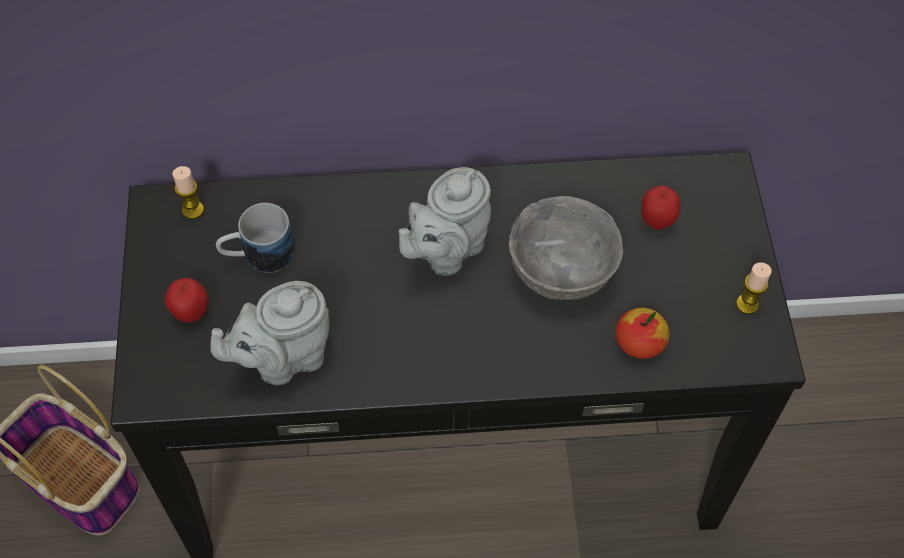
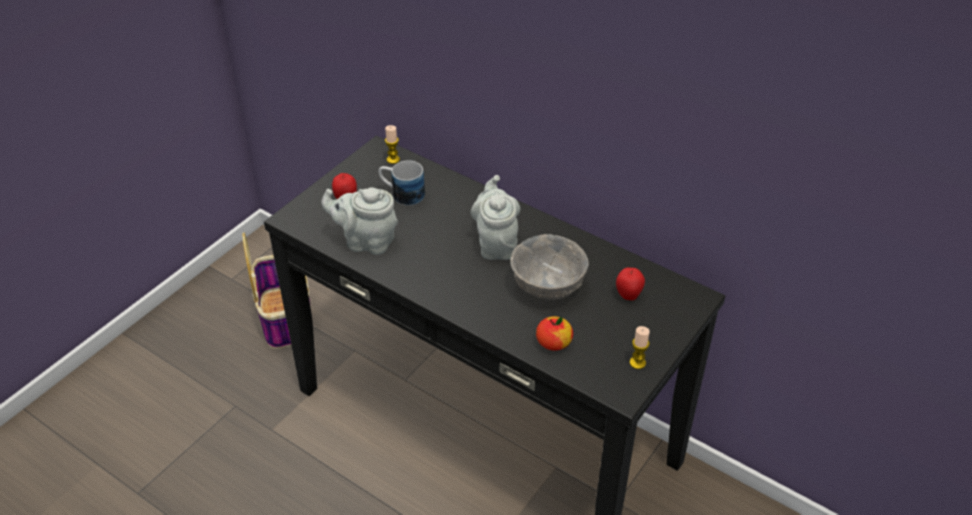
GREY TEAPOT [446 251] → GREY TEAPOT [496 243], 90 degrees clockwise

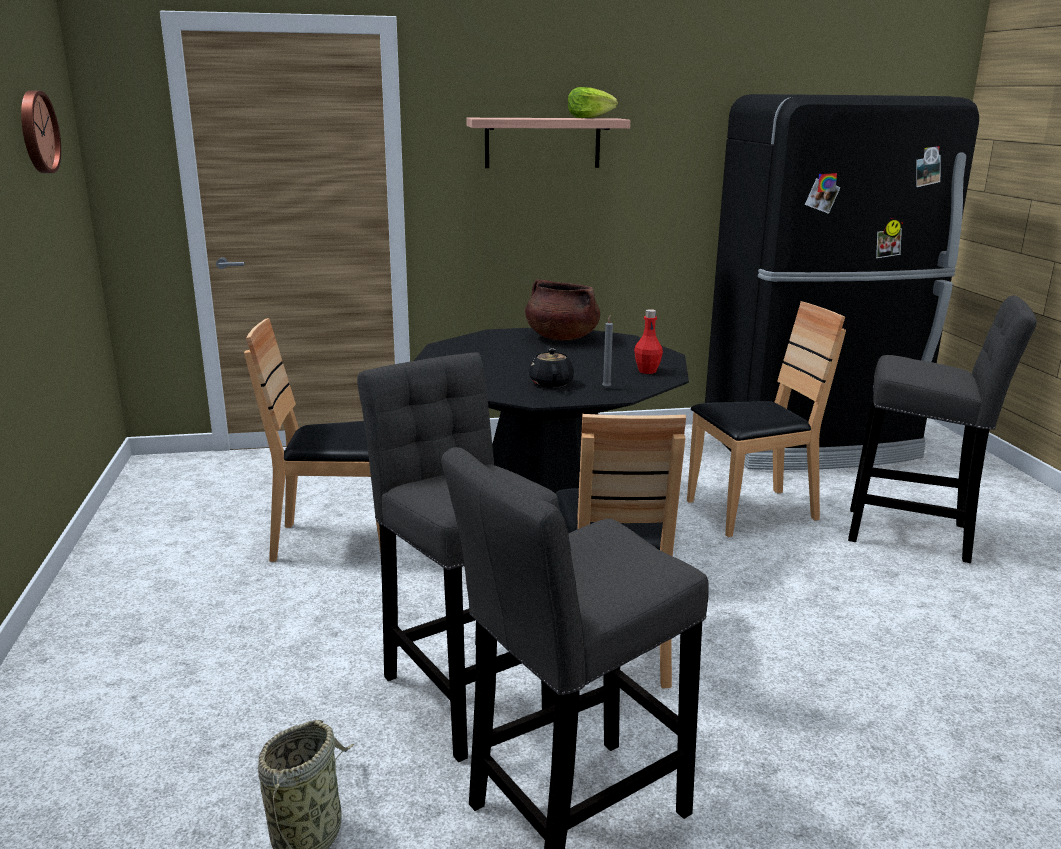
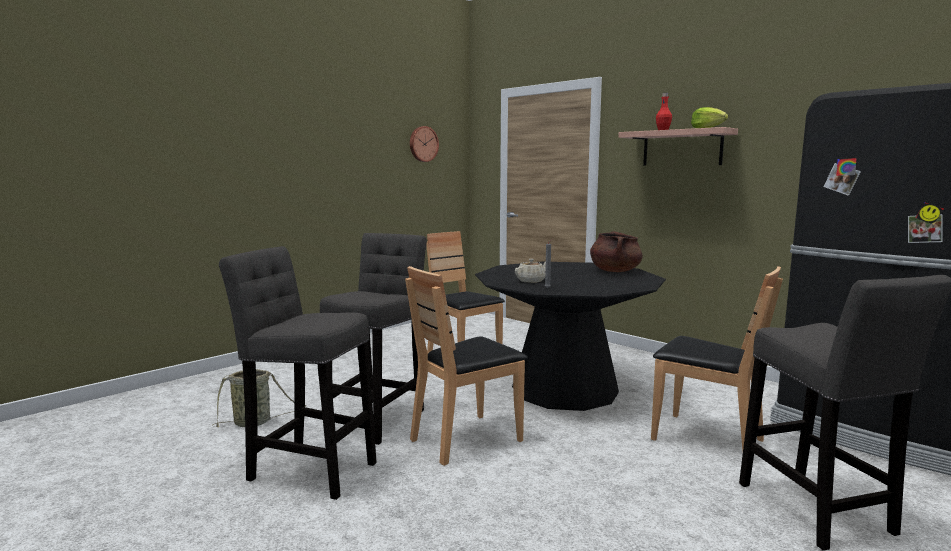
RED BOTTLE [647 371] → RED BOTTLE [663 130], shifted
BLACK TEAPOT [551 383] → BEIGE TEAPOT [531 281]

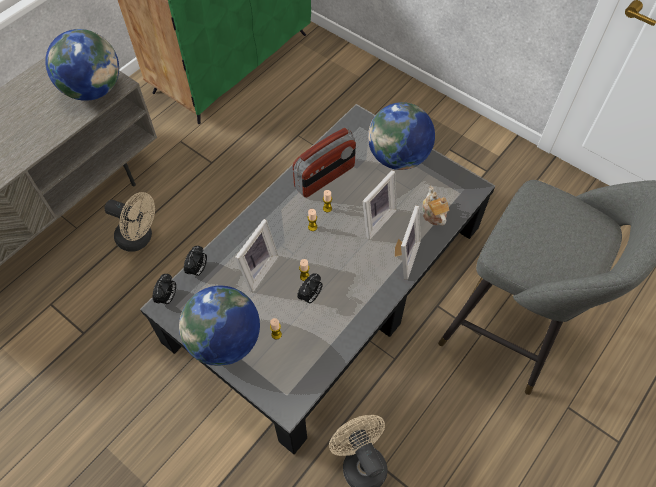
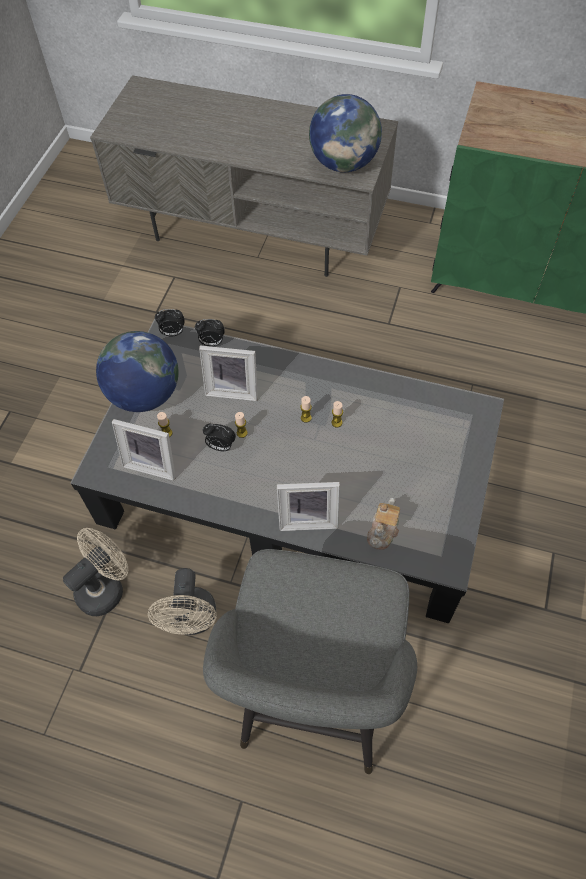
GLOBE [398 157] → -
RADIO [325 177] → -
PICTURE FRAME [374 219] → PICTURE FRAME [153 463], shifted
TEAPOT [433 214] → TEAPOT [383 531], 150 degrees clockwise
BEIGE FAN [139 238] → BEIGE FAN [192 621], shifted

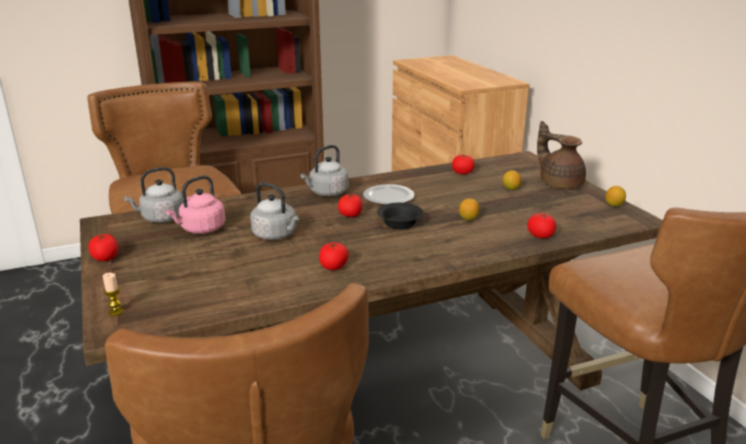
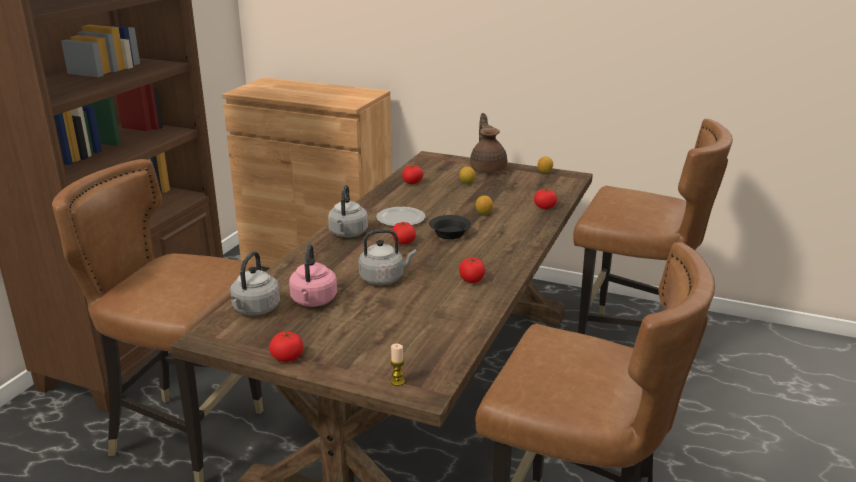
BROWN TEAPOT [559 183] → BROWN TEAPOT [488 168], 75 degrees clockwise

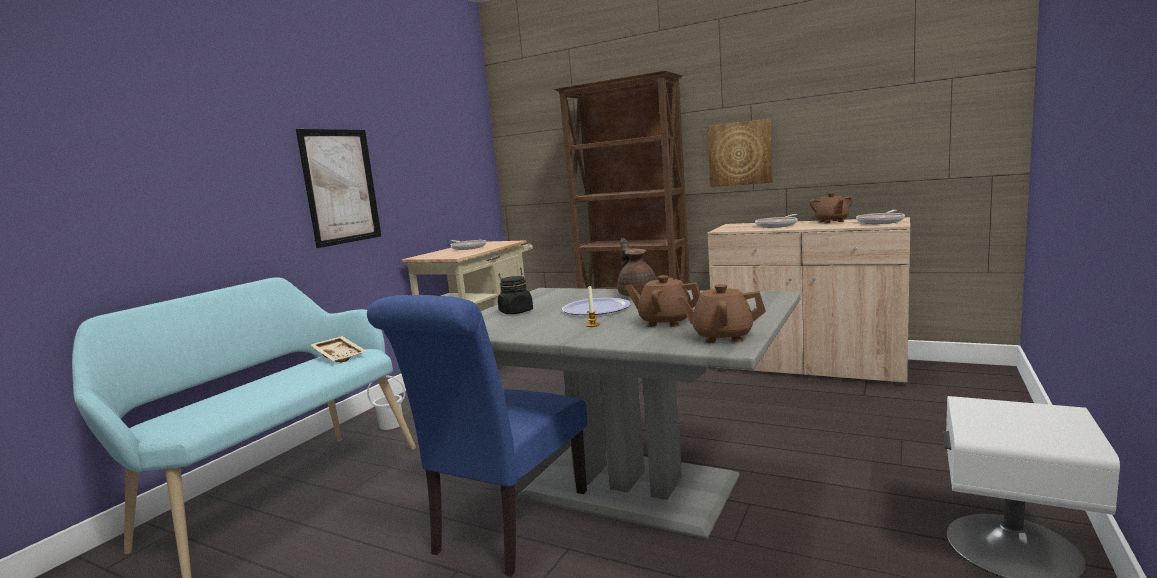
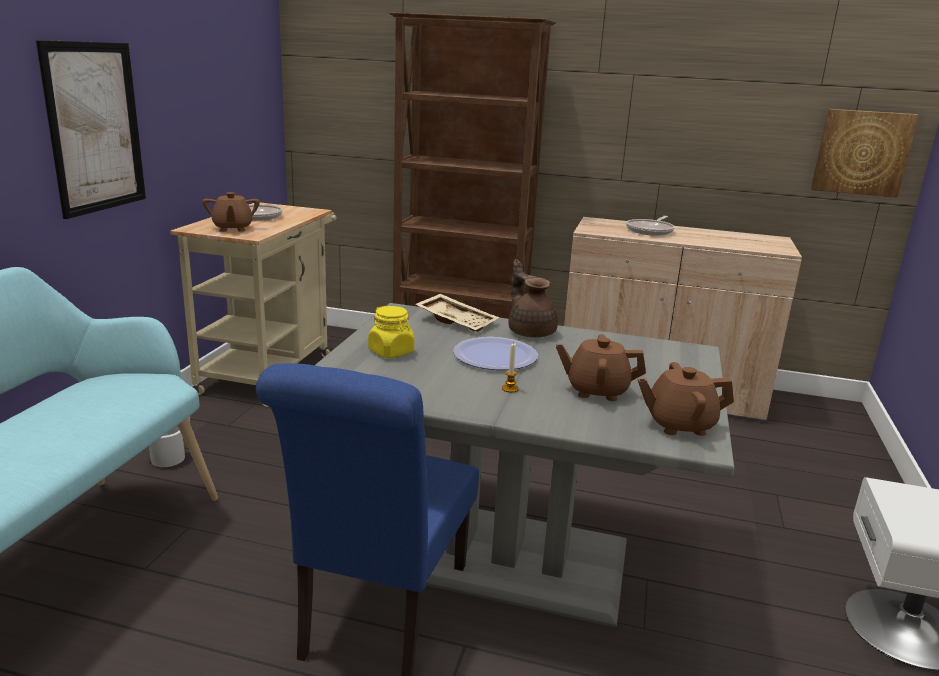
PICTURE [740 153] → PICTURE [862 152], shifted
BROWN TEAPOT [831 221] → BROWN TEAPOT [232 228], shifted
FRYING PAN [881 221] → -
BLACK JAR [516 312] → YELLOW JAR [391 352]
BEIGE TRAY [340 356] → BEIGE TRAY [457 321], shifted

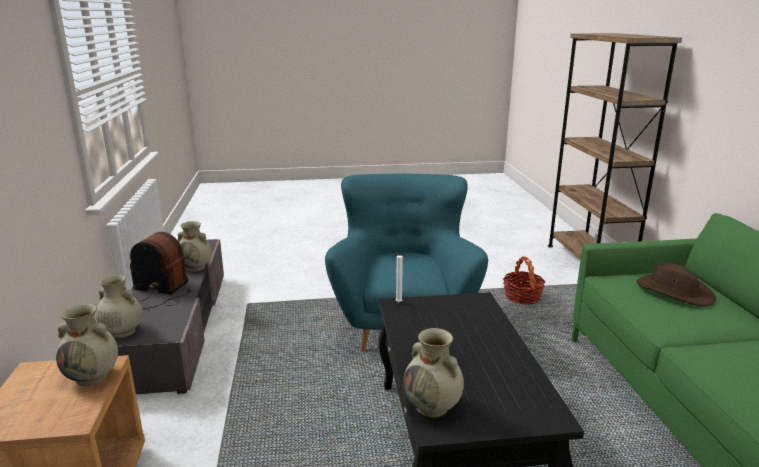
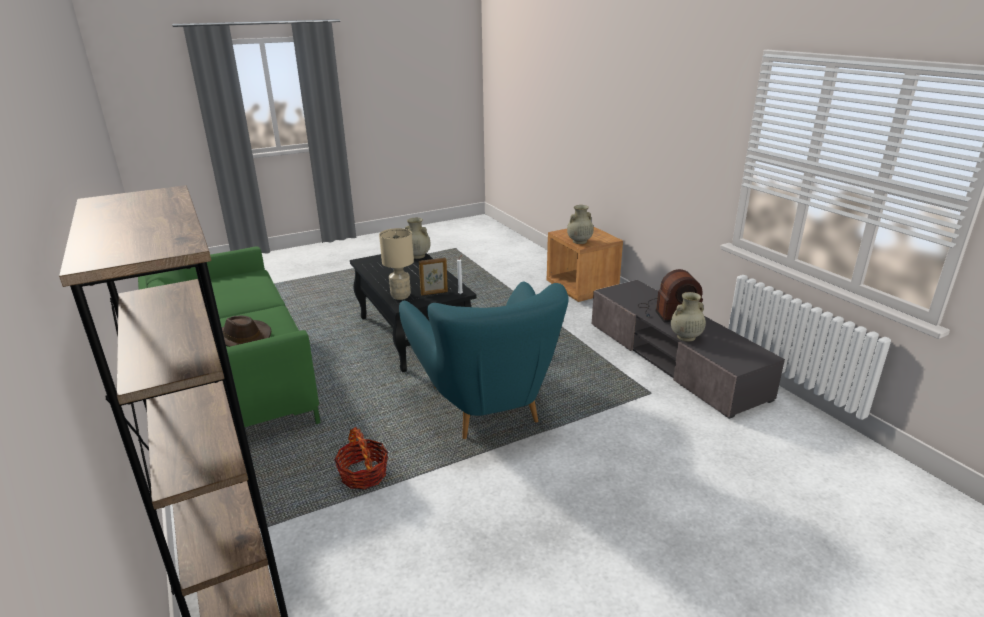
BEIGE VASE [122 332] → -
- → BEIGE TABLE LAMP [401 296]
- → PICTURE FRAME [434 293]

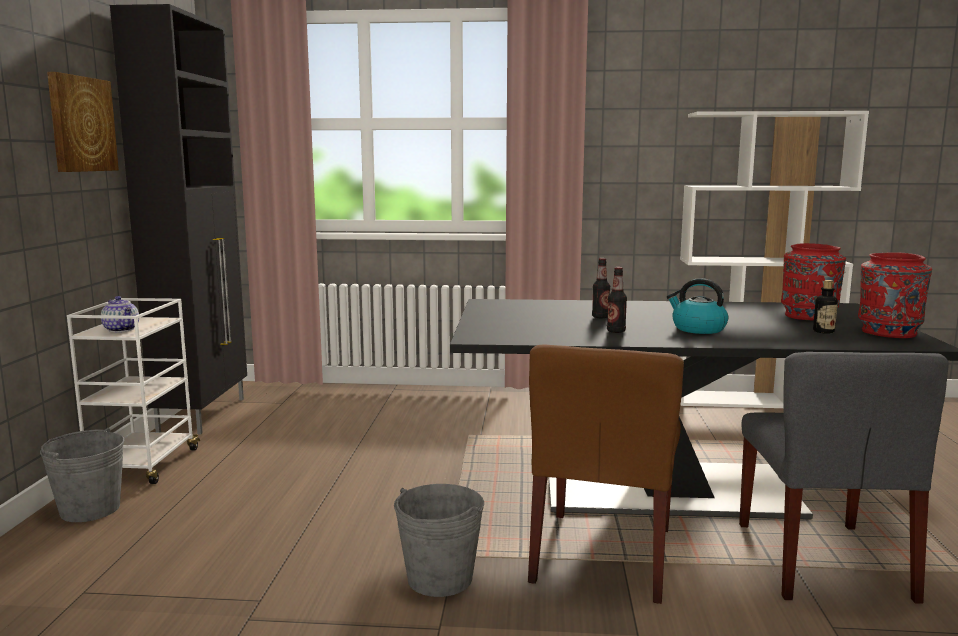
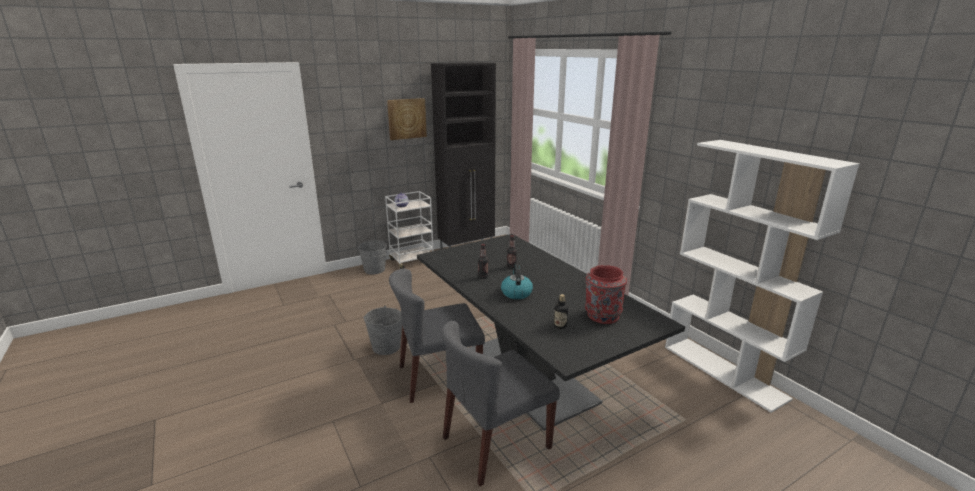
RED VASE [888 333] → -
BROWN CHAIR [603 555] → GREY CHAIR [438 377]

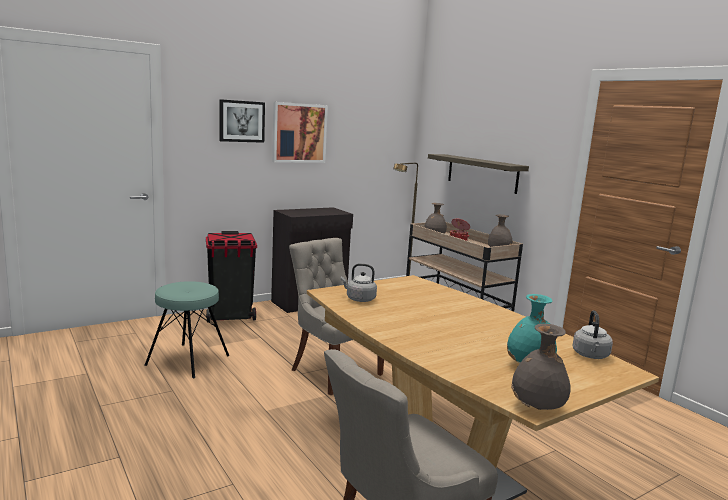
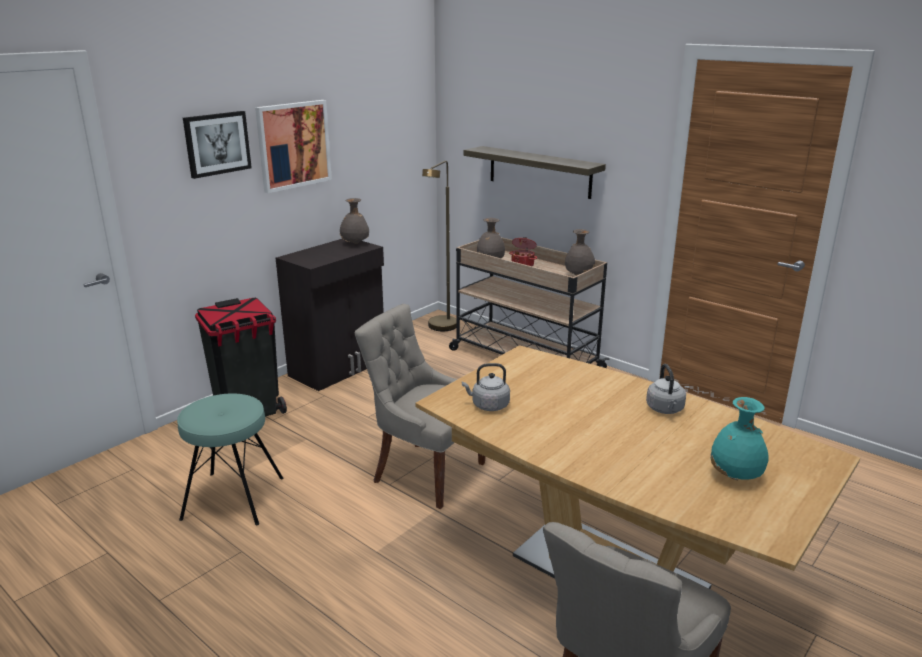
GREY KETTLE [590 356] → GREY KETTLE [665 409], shifted
GREY VASE [537 408] → GREY VASE [355 244], shifted

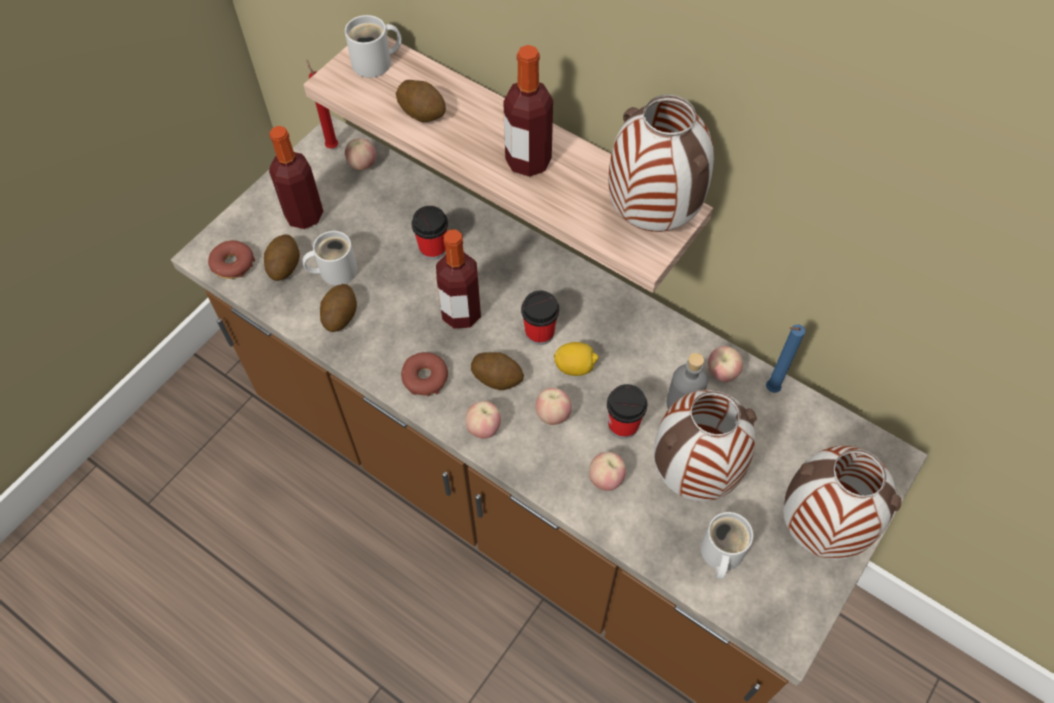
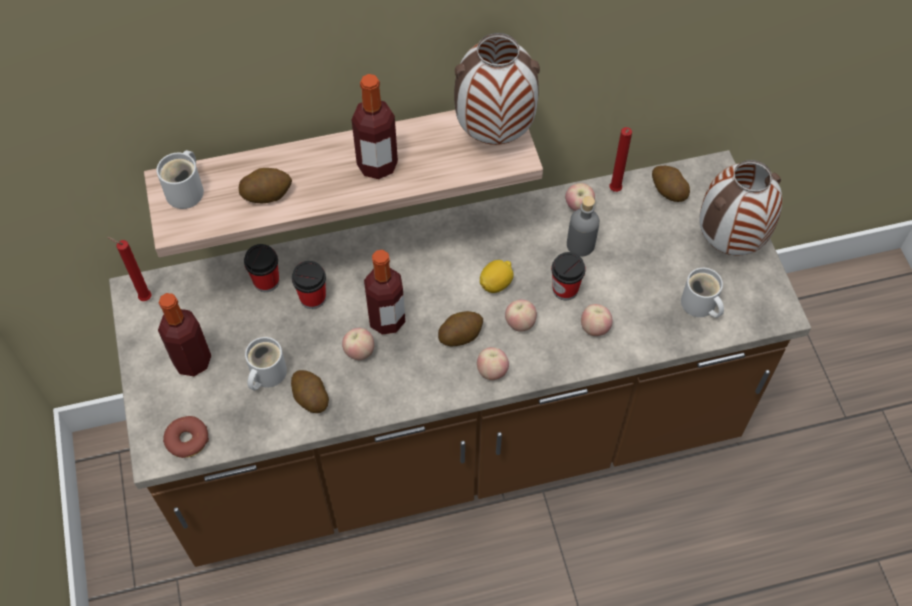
APPLE [362 165] → APPLE [359 352], shifted
POTATO [284 265] → POTATO [668 191], shifted
CUP [539 333] → CUP [266 281], shifted
BLUE CANDLE [769 389] → RED CANDLE [614 191]
DONUT [425 378] → -
VASE [693 474] → -

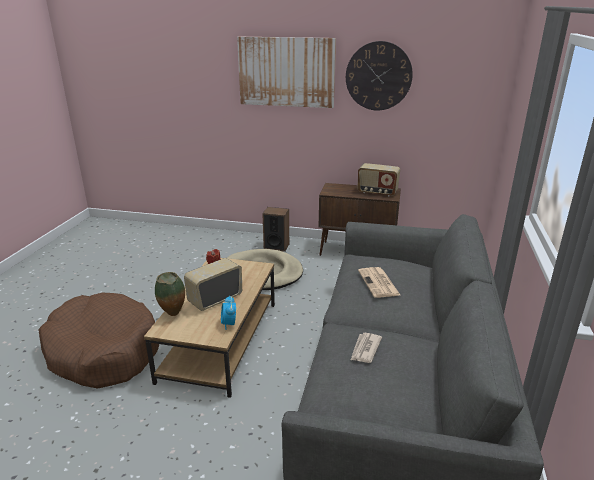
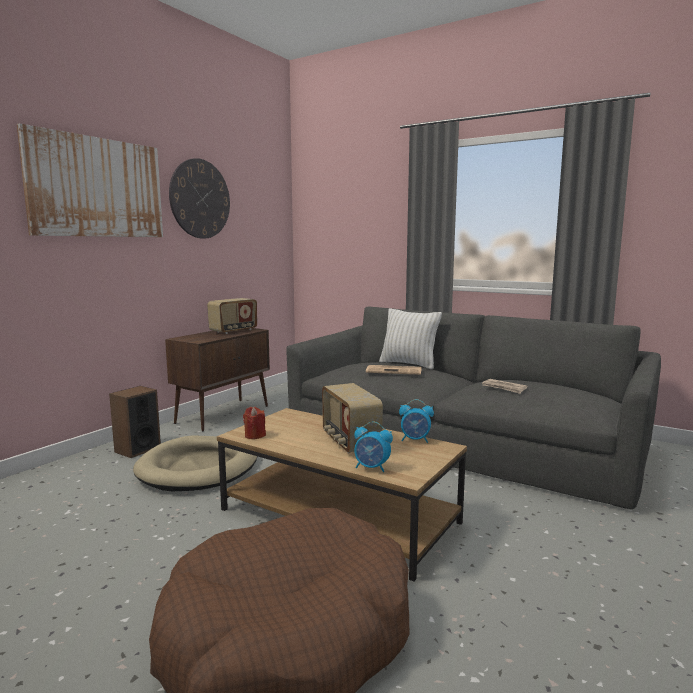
VASE [173 315] → ALARM CLOCK [372 468]
- → WHITE PILLOW [409 364]

